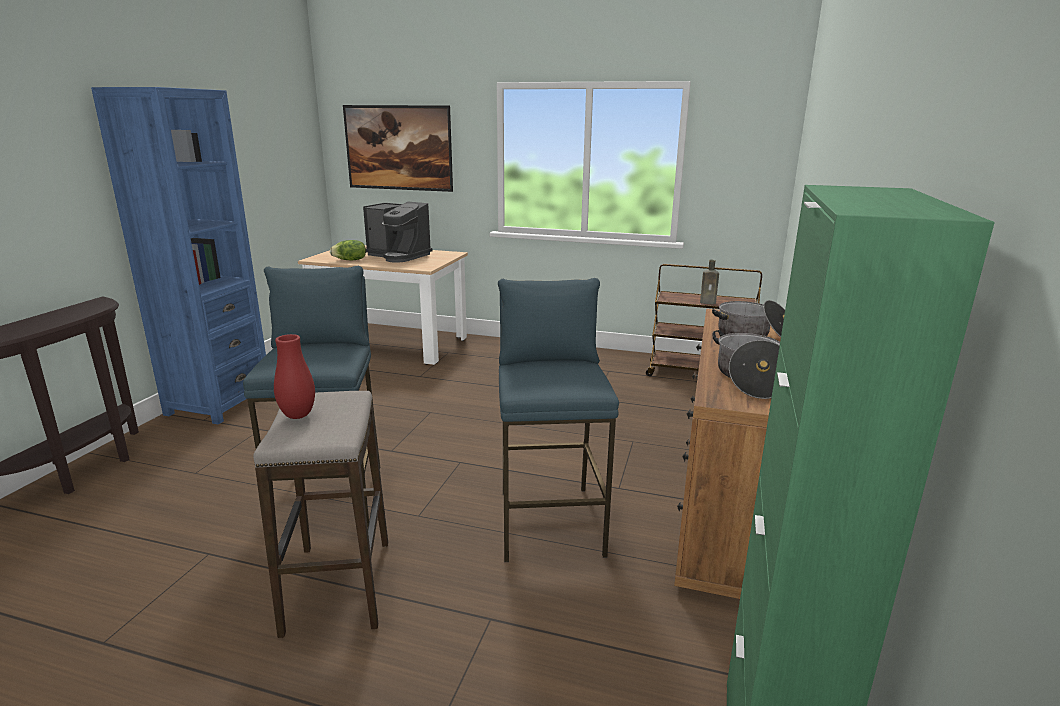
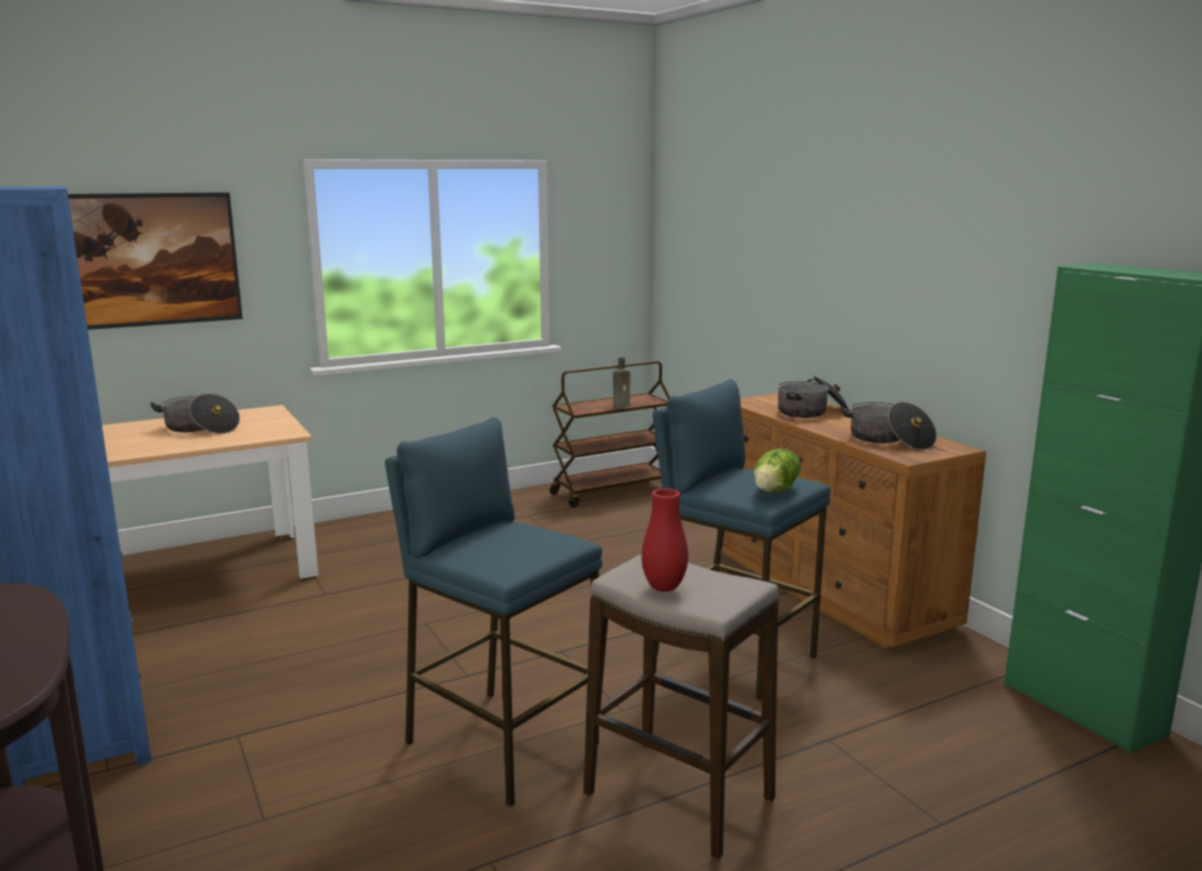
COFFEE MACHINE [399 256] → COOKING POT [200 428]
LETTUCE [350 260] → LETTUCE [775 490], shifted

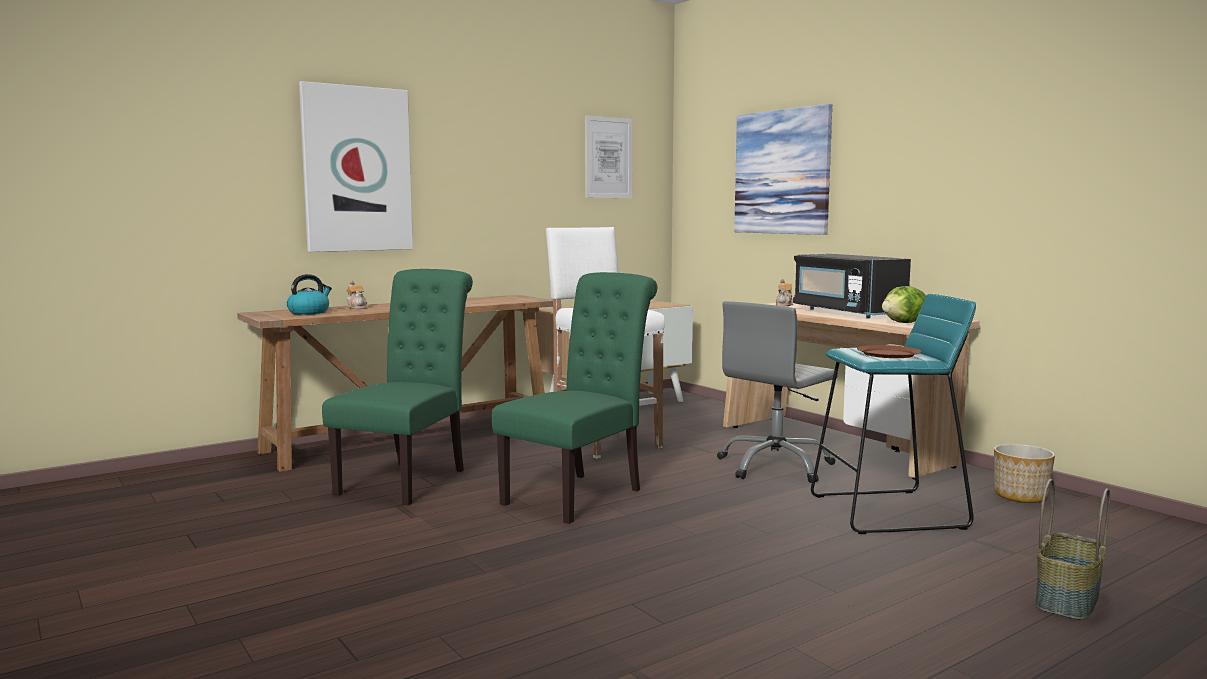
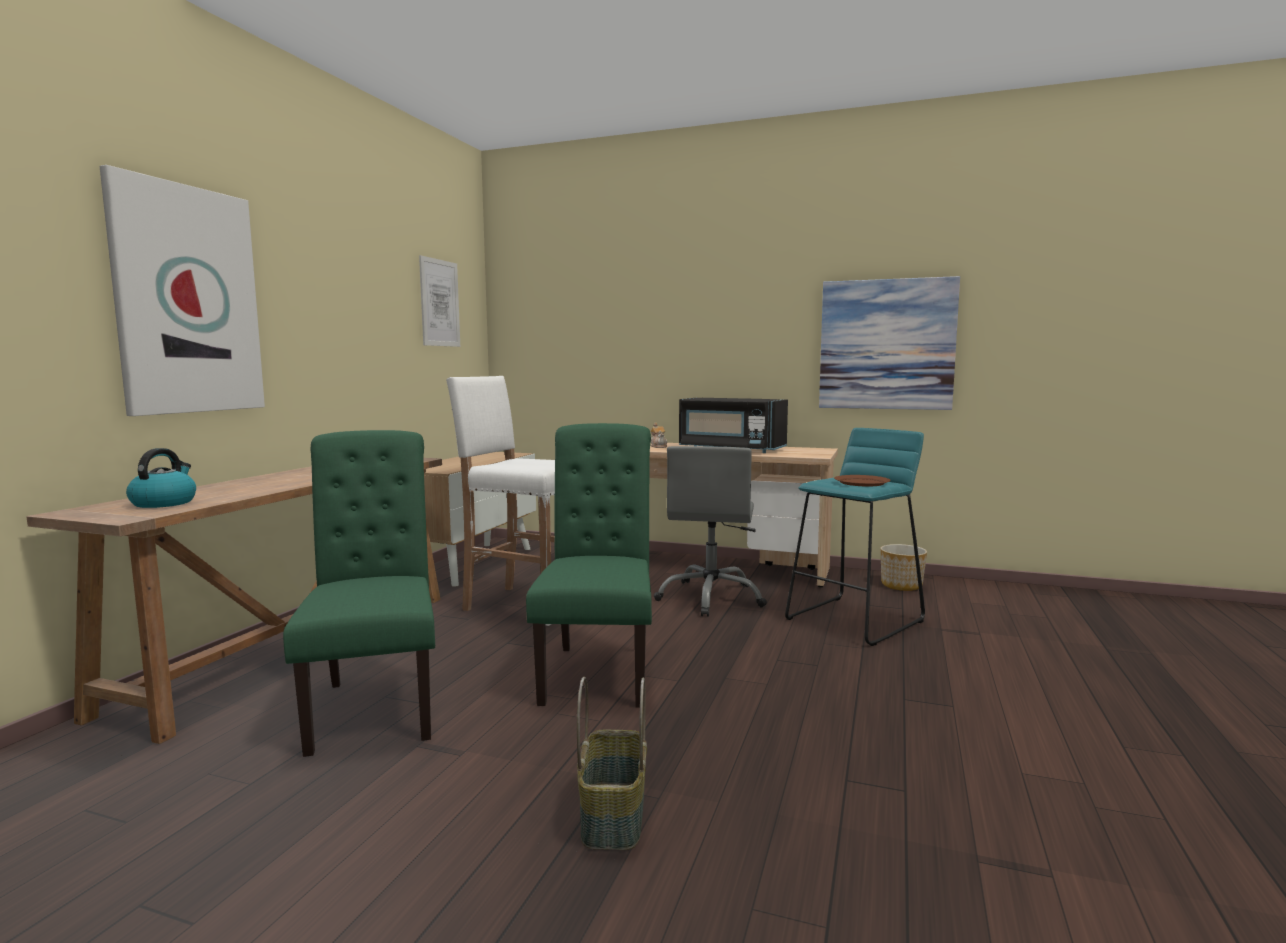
PICTURE [782 172] → PICTURE [886 344], shifted
TEAPOT [357 307] → -
LETTUCE [904 323] → -
BASKET [1068 600] → BASKET [614 816], shifted

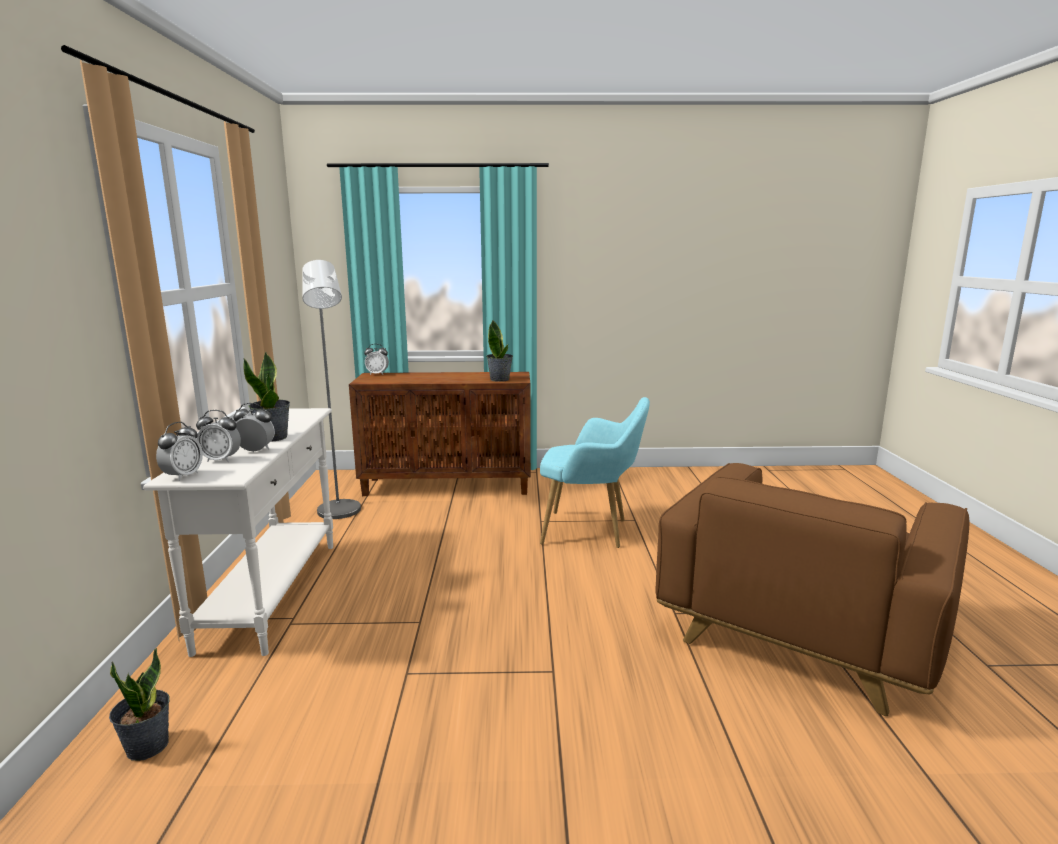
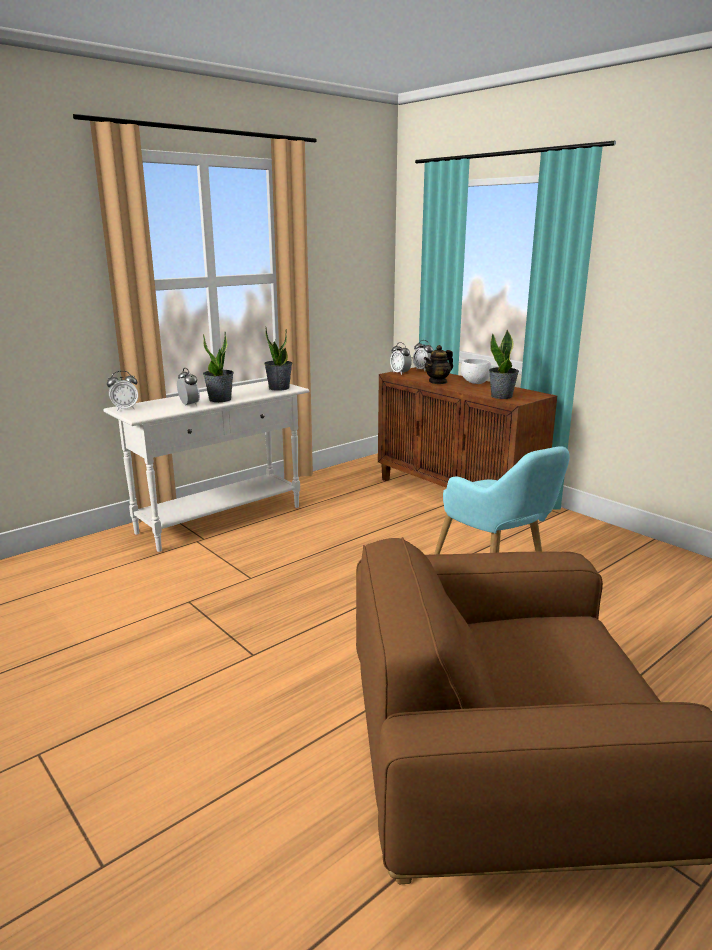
GREY FLOOR LAMP [340 513] → -
ALARM CLOCK [221 460] → ALARM CLOCK [400 373], shifted
POTTED PLANT [147 746] → POTTED PLANT [279 388], shifted
- → TEAPOT [438 382]
- → WHITE BOWL [476 383]

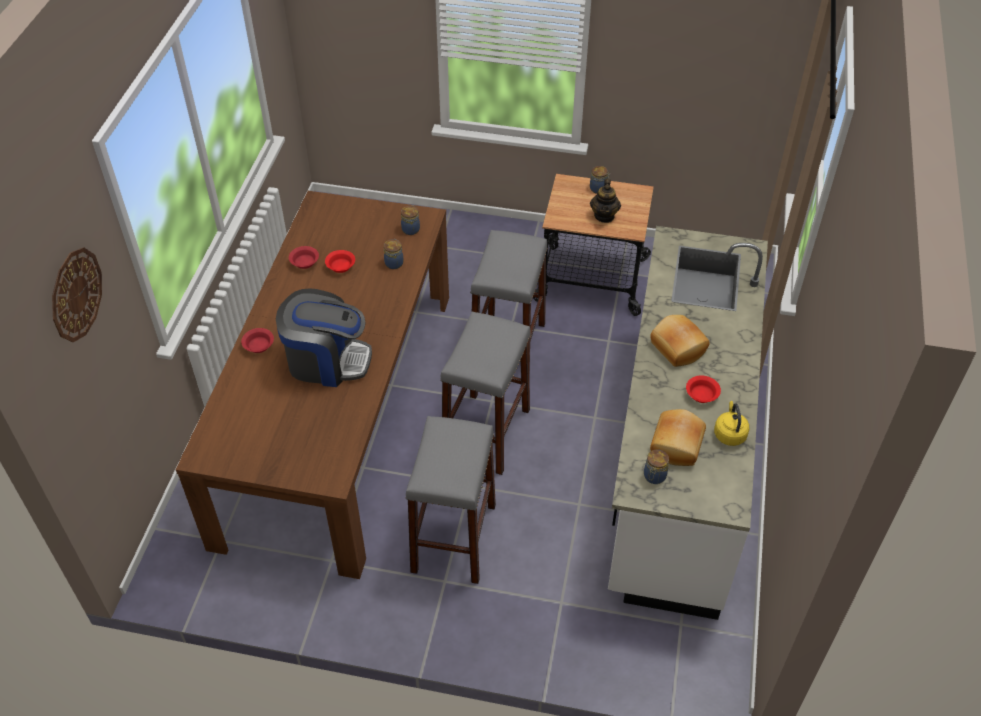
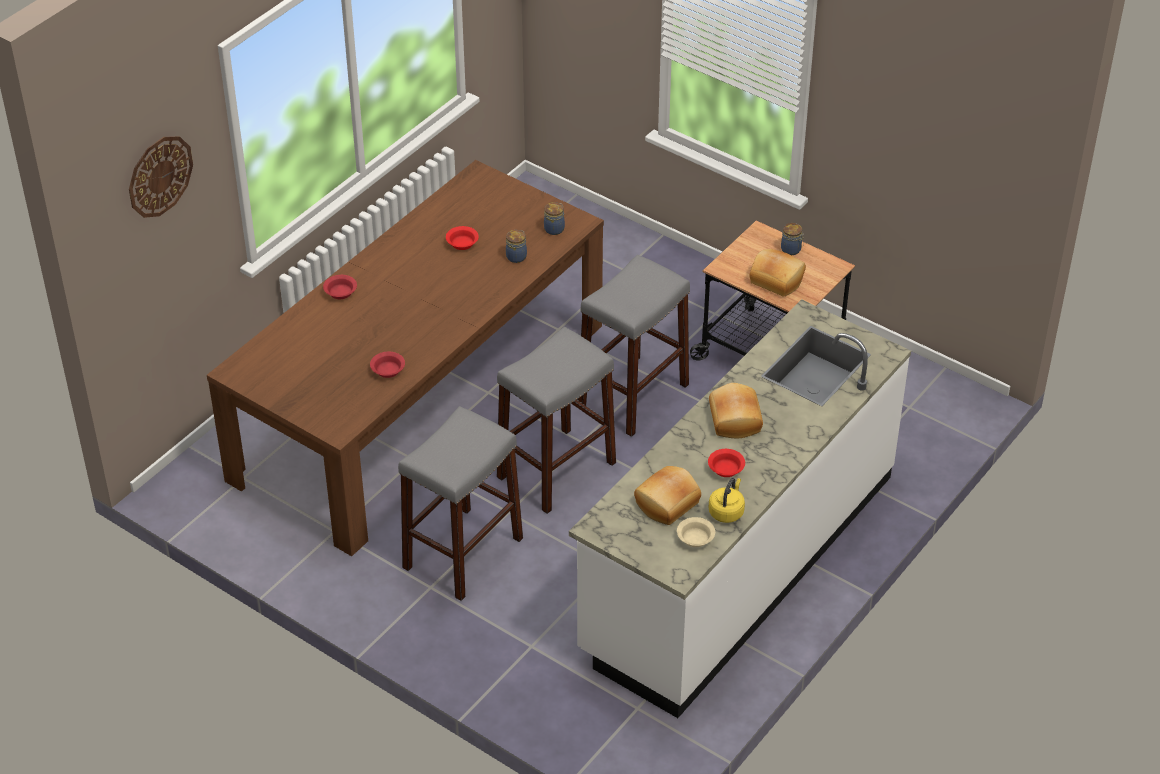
TEAPOT [604 216] → BREAD [777 279]
RED BOWL [304 262] → RED BOWL [387 370], shifted
COFFEE MACHINE [327 361] → -
JAR [654 477] → -
- → BEIGE BOWL [696 538]

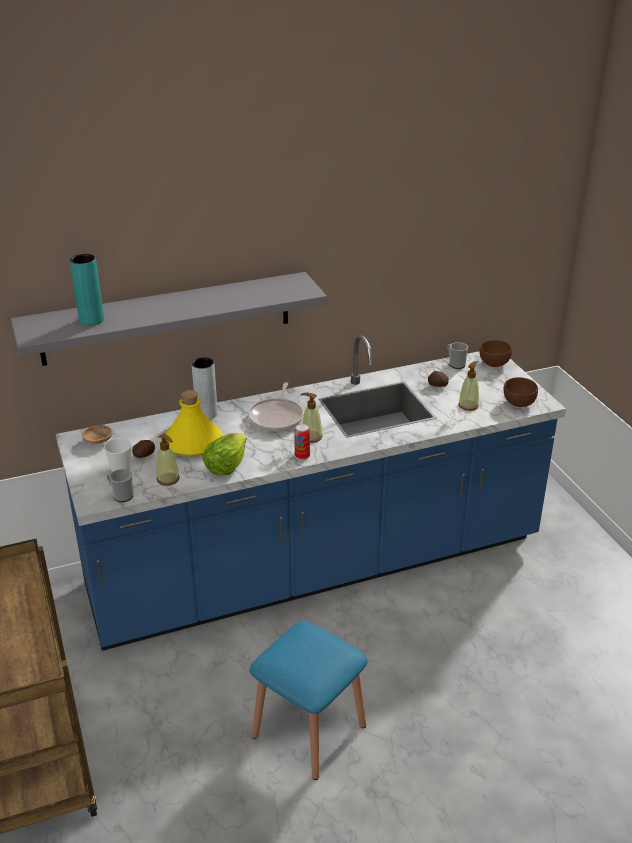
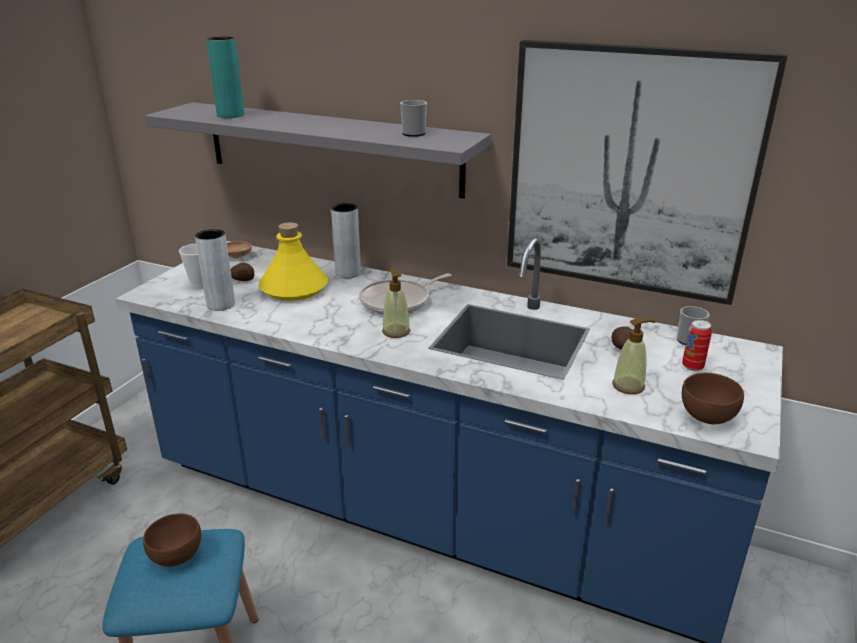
BROWN BOWL [494 364] → BROWN BOWL [176 557], shifted
CAN [302 456] → CAN [692 367], shifted
LETTUCE [226 466] → -
SOAP DISPENSER [168 479] → GREY VASE [221 305]
MUG [121 495] → MUG [412 133], shifted
- → PICTURE [629 172]

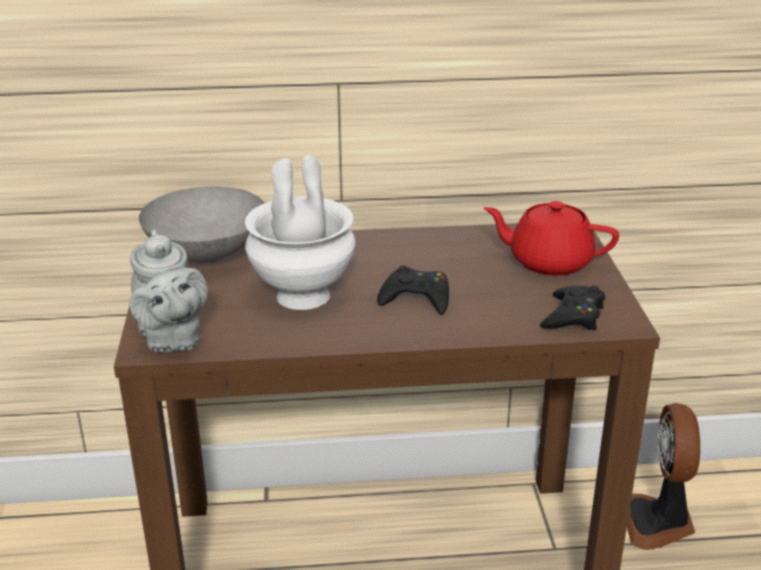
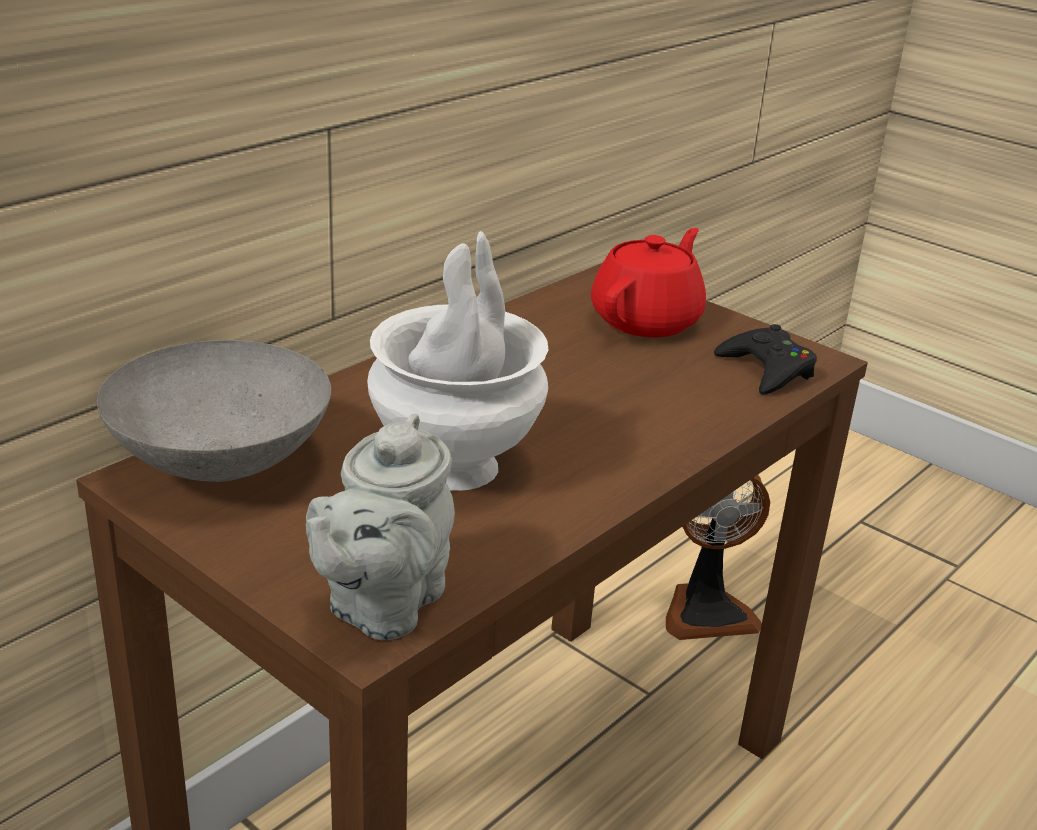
RED TEAPOT [548 262] → RED TEAPOT [647 320], 150 degrees clockwise
GREY TEAPOT [171 339] → GREY TEAPOT [381 605], 90 degrees clockwise
BLACK GAME CONTROLLER [416 298] → -
FAN [658 522] → FAN [706 611], 60 degrees counterclockwise

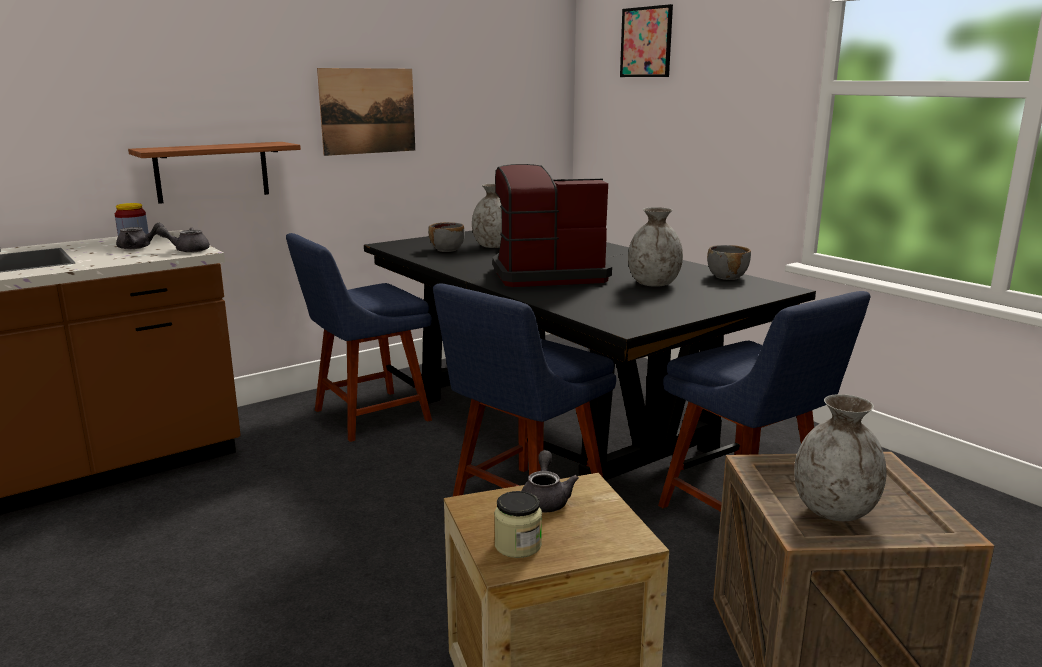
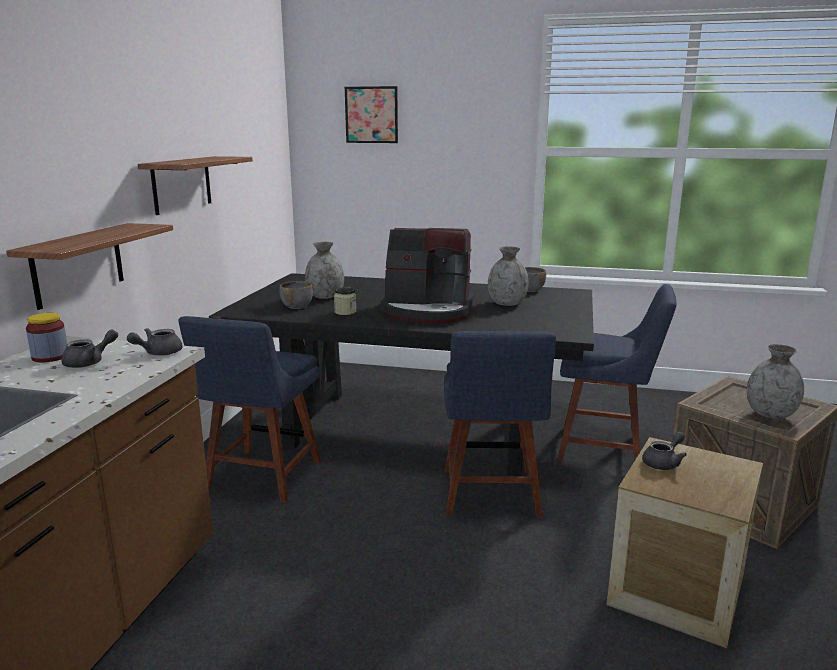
PICTURE [368 111] → SHELF [182 184]
COFFEE MACHINE [547 275] → COFFEE MACHINE [428 311], 120 degrees counterclockwise
GREY TEAPOT [545 499] → GREY TEAPOT [664 463], 90 degrees clockwise
JAR [518 545] → JAR [345 312], shifted

